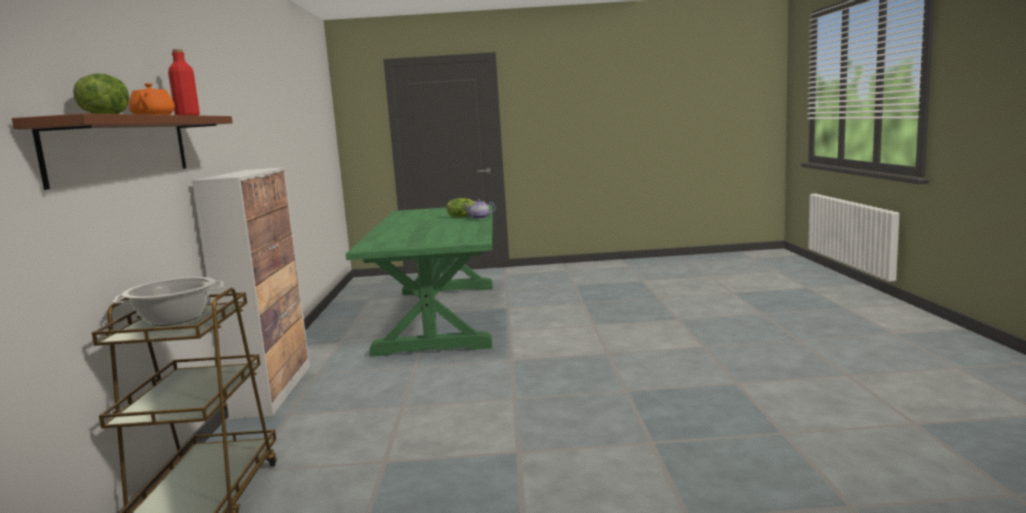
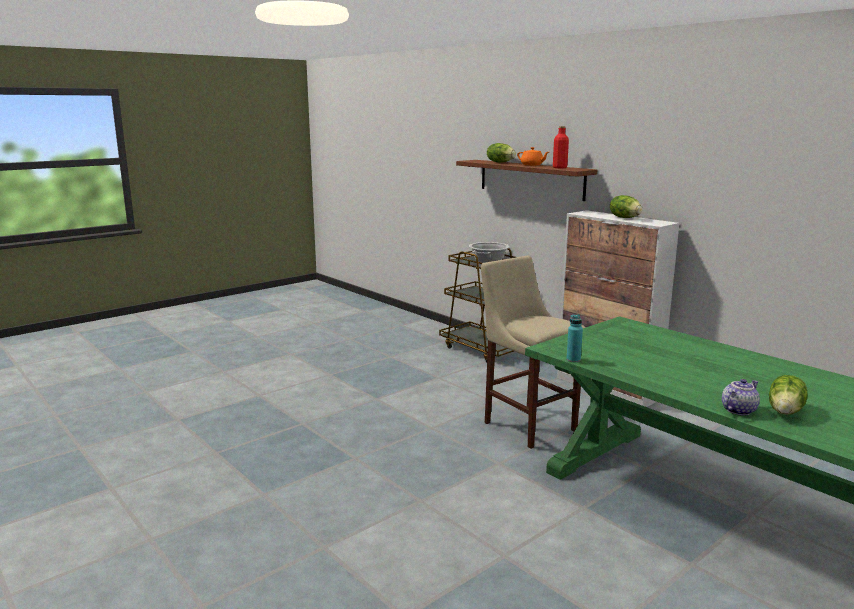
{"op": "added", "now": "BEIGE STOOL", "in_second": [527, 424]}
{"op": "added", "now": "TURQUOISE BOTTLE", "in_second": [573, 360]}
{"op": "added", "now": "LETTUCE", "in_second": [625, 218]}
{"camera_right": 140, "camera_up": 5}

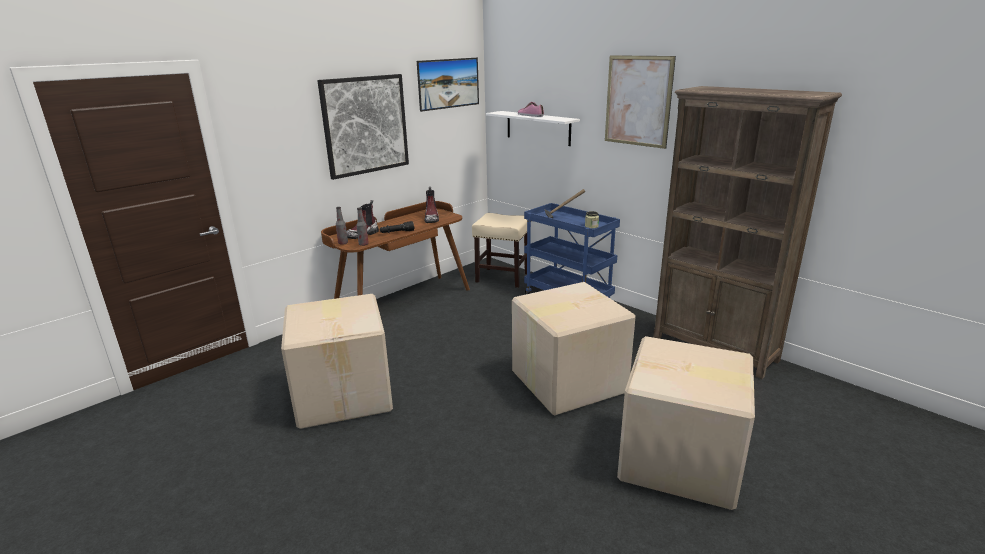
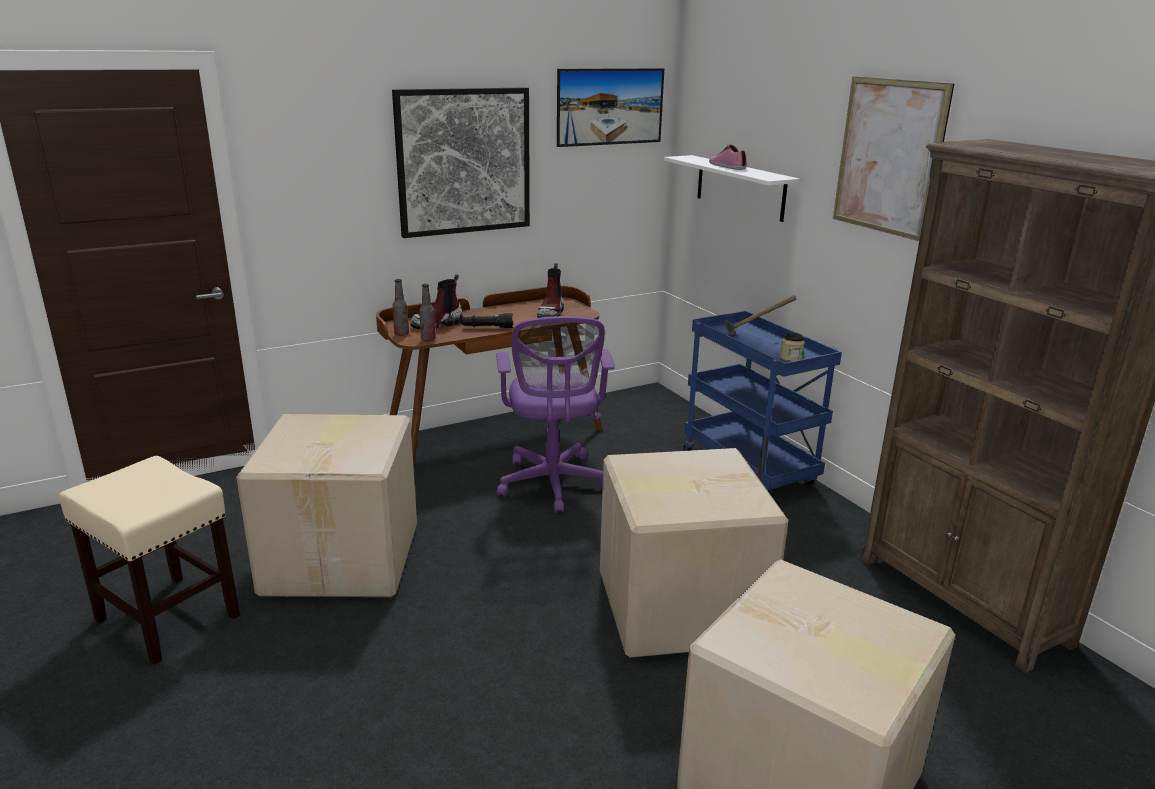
{"op": "added", "now": "PURPLE OFFICE CHAIR", "in_second": [553, 485]}
{"op": "moved", "was": "BEIGE STOOL", "in_first": [501, 277], "in_second": [166, 617]}
{"camera_right": 15, "camera_up": 0}

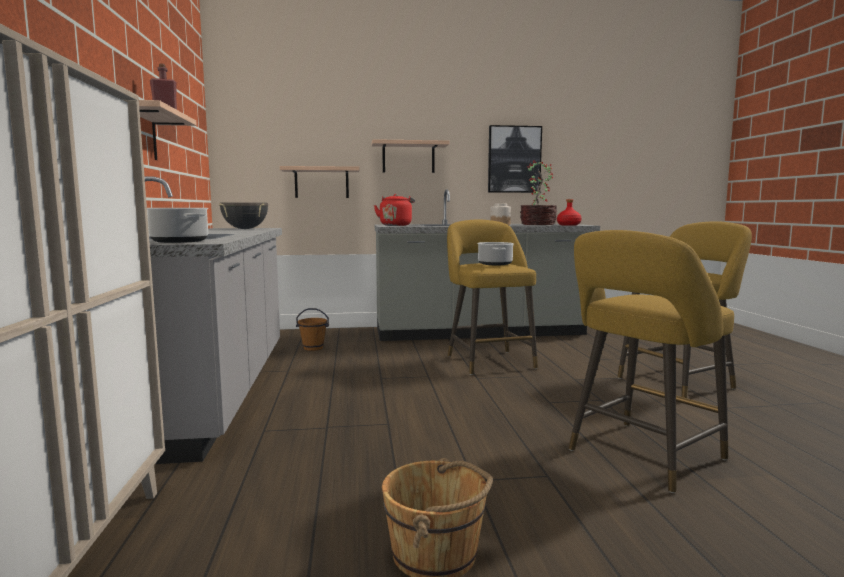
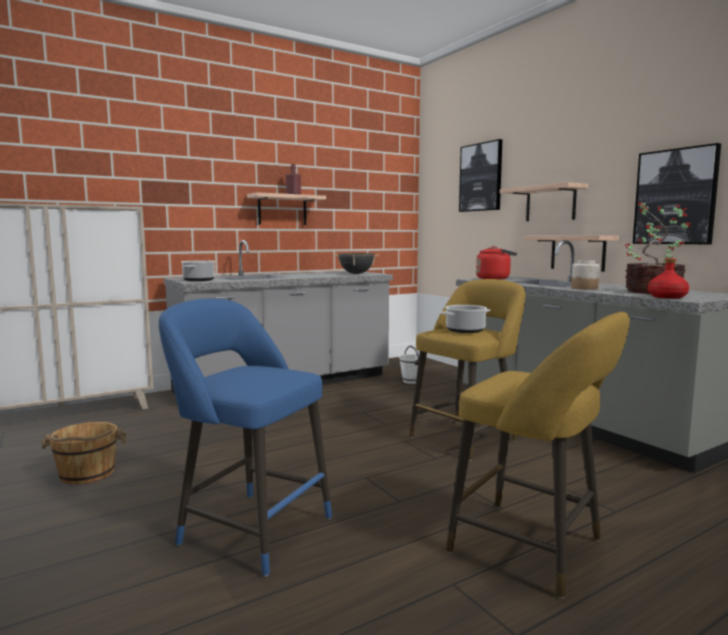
{"op": "added", "now": "PICTURE", "in_second": [481, 177]}
{"op": "moved", "was": "SHELF", "in_first": [321, 183], "in_second": [577, 253]}
{"op": "recoloured", "was": "BROWN BUCKET", "now": "WHITE BUCKET", "in_first": [313, 348], "in_second": [411, 381]}
{"op": "recoloured", "was": "YELLOW STOOL", "now": "BLUE STOOL", "in_first": [641, 457], "in_second": [249, 529]}
{"camera_right": 65, "camera_up": 0}

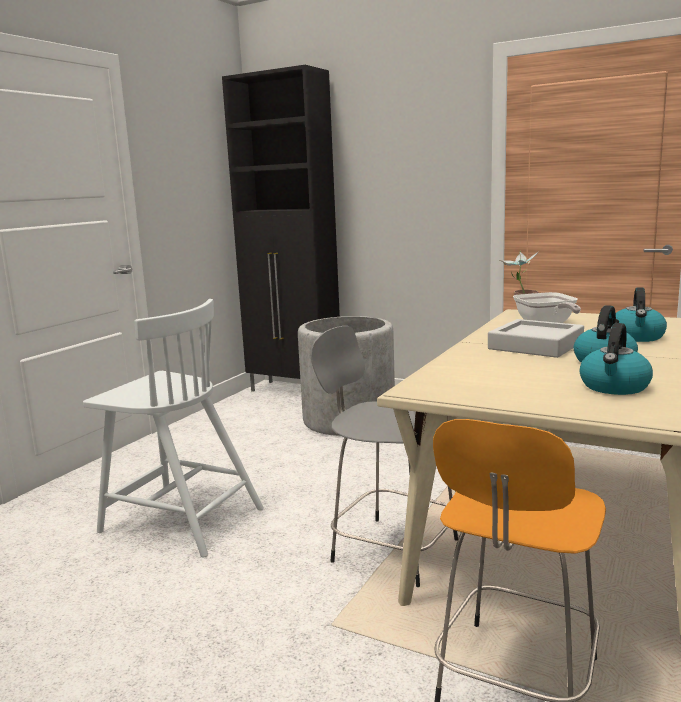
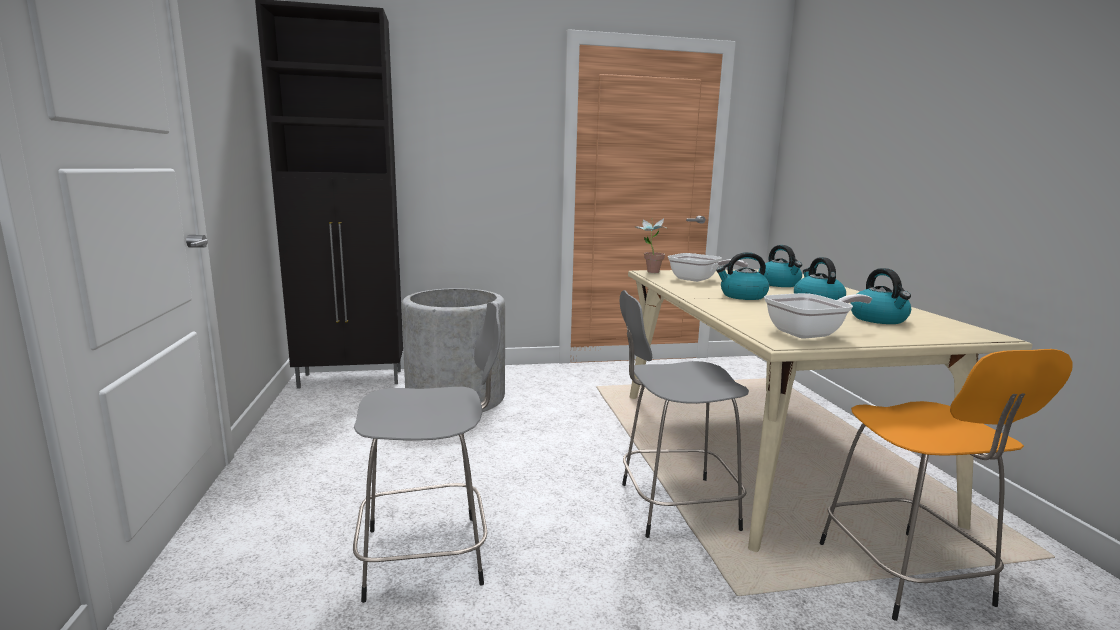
{"op": "added", "now": "FRYING PAN", "in_second": [810, 333]}
{"op": "replaced", "was": "WHITE CHAIR", "now": "GREY STOOL", "in_first": [179, 519], "in_second": [429, 555]}
{"op": "replaced", "was": "GREY TRAY", "now": "KETTLE", "in_first": [535, 345], "in_second": [742, 296]}
{"camera_right": -40, "camera_up": 0}

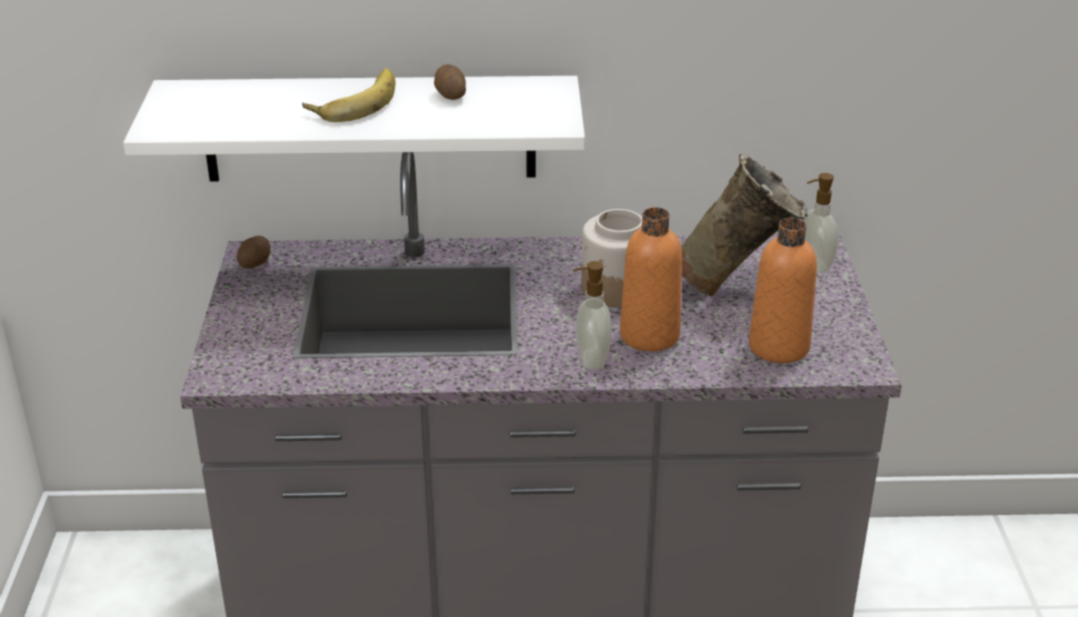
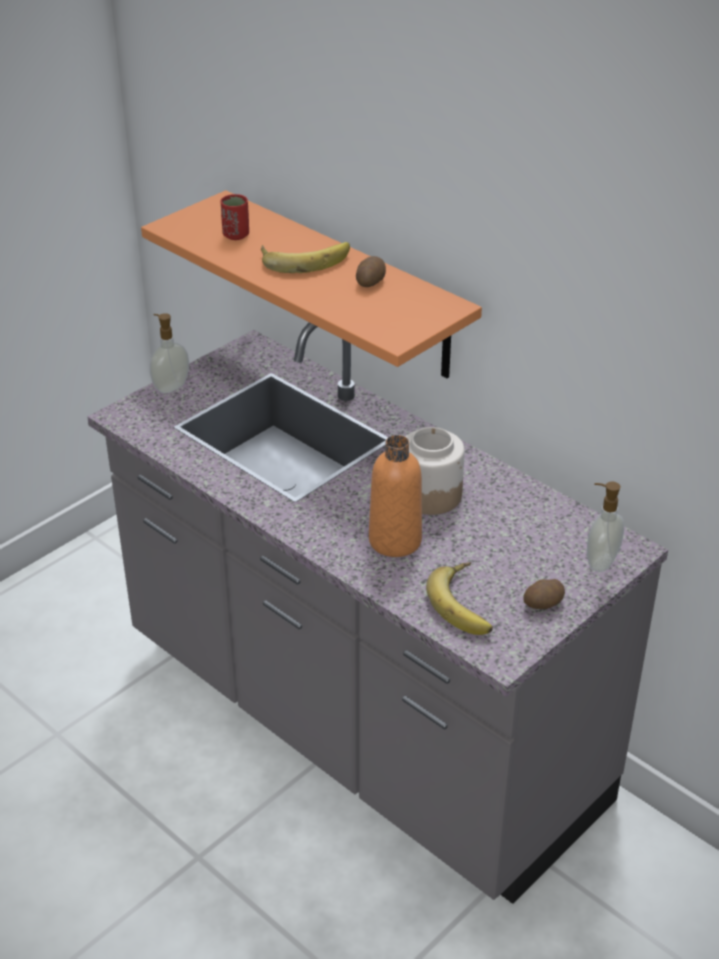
{"op": "removed", "was": "BEIGE VASE", "in_first": [736, 287]}
{"op": "added", "now": "RED CUP", "in_second": [236, 235]}
{"op": "moved", "was": "POTATO", "in_first": [255, 263], "in_second": [543, 604]}
{"op": "moved", "was": "SOAP DISPENSER", "in_first": [591, 360], "in_second": [170, 387]}
{"op": "replaced", "was": "ORANGE BOTTLE", "now": "BANANA", "in_first": [779, 347], "in_second": [467, 603]}
{"op": "recoloured", "was": "WHITE SHELF", "now": "ORANGE SHELF", "in_first": [369, 128], "in_second": [345, 285]}
{"camera_right": 45, "camera_up": 5}

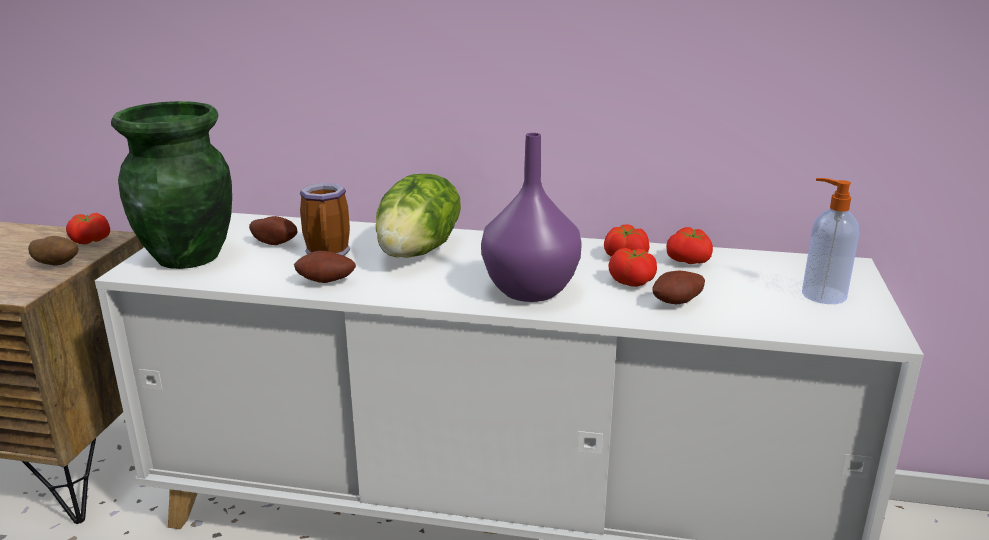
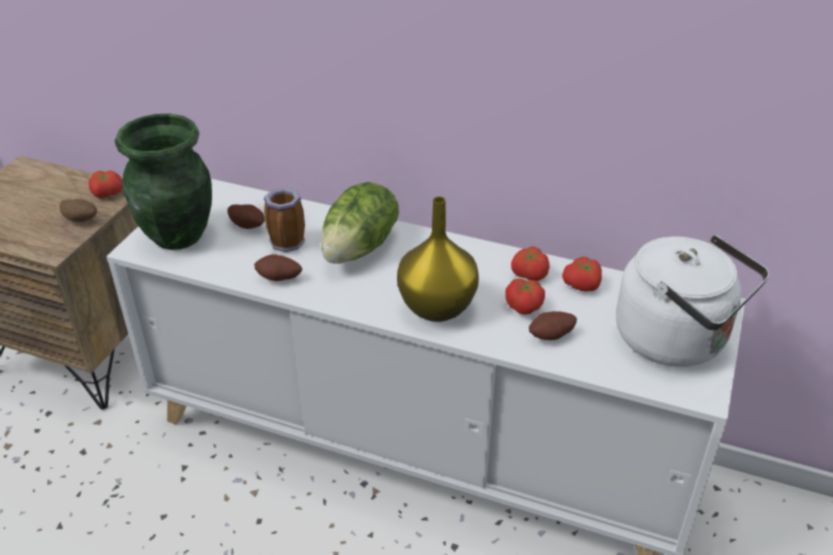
{"op": "replaced", "was": "SOAP DISPENSER", "now": "WHITE KETTLE", "in_first": [822, 295], "in_second": [677, 340]}
{"op": "recoloured", "was": "PURPLE VASE", "now": "YELLOW VASE", "in_first": [530, 291], "in_second": [436, 308]}
{"camera_right": 10, "camera_up": 15}

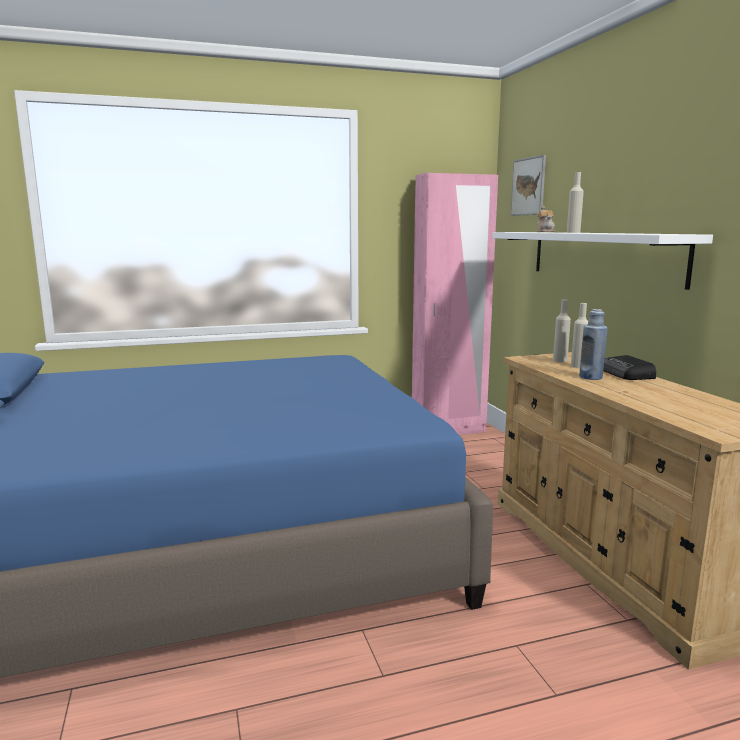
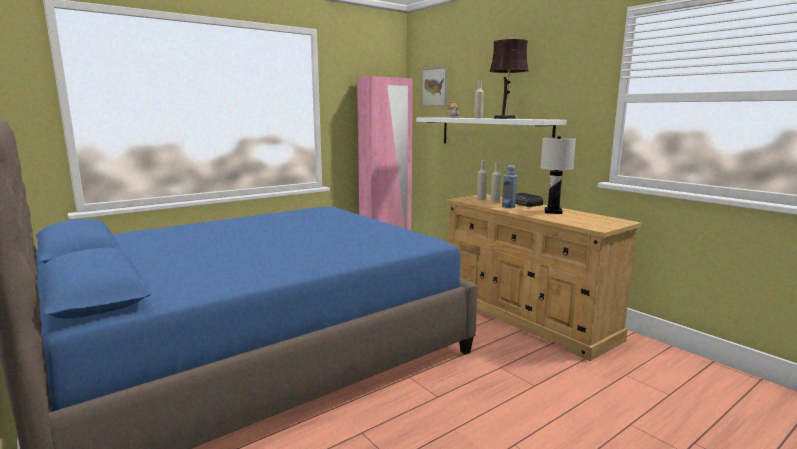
{"op": "added", "now": "BROWN TABLE LAMP", "in_second": [506, 118]}
{"op": "added", "now": "WHITE TABLE LAMP", "in_second": [553, 212]}
{"camera_right": -20, "camera_up": 0}

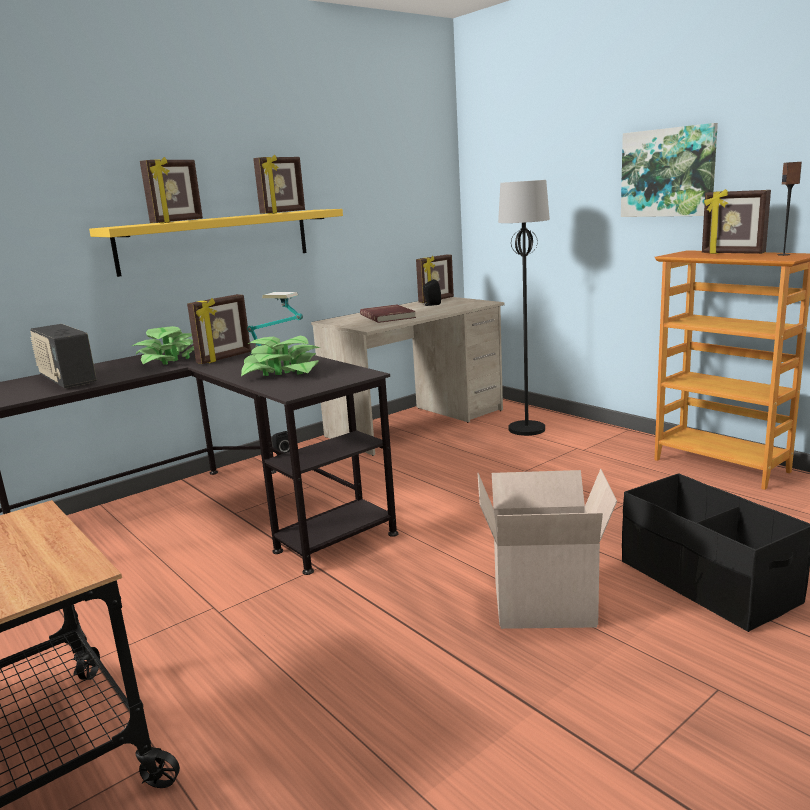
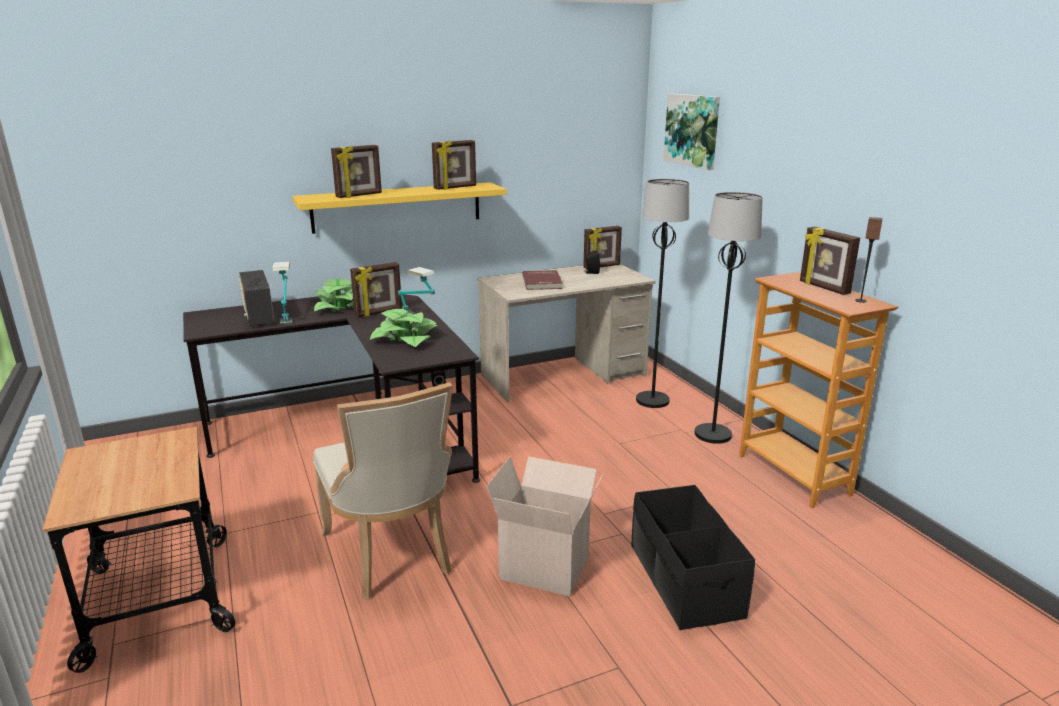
{"op": "added", "now": "TABLE LAMP", "in_second": [287, 316]}
{"op": "added", "now": "BEIGE CHAIR", "in_second": [391, 554]}
{"op": "added", "now": "BLACK FLOOR LAMP", "in_second": [713, 434]}
{"op": "moved", "was": "PICTURE", "in_first": [668, 172], "in_second": [692, 130]}
{"camera_right": 15, "camera_up": 5}

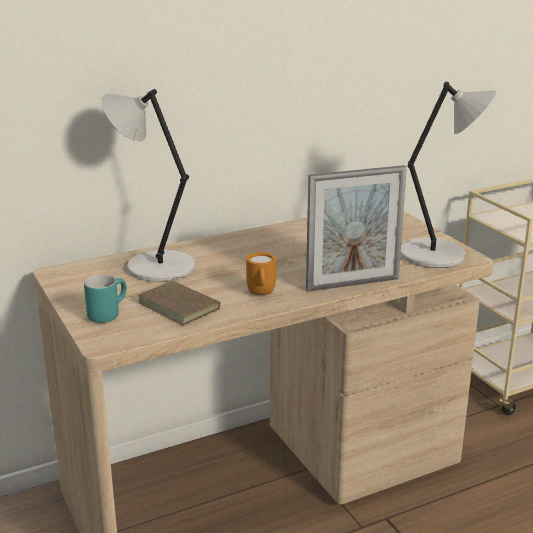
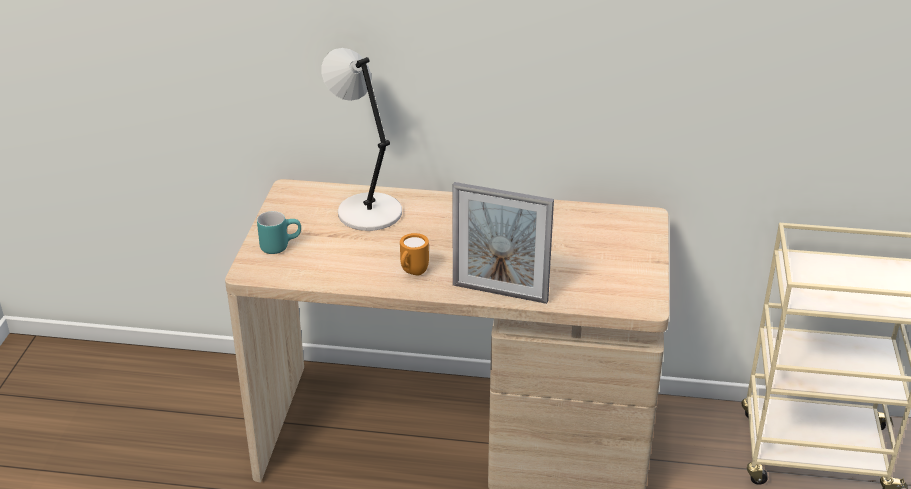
{"op": "removed", "was": "BROWN BOOK", "in_first": [181, 306]}
{"op": "removed", "was": "GREY TABLE LAMP", "in_first": [436, 255]}
{"camera_right": 35, "camera_up": 10}

